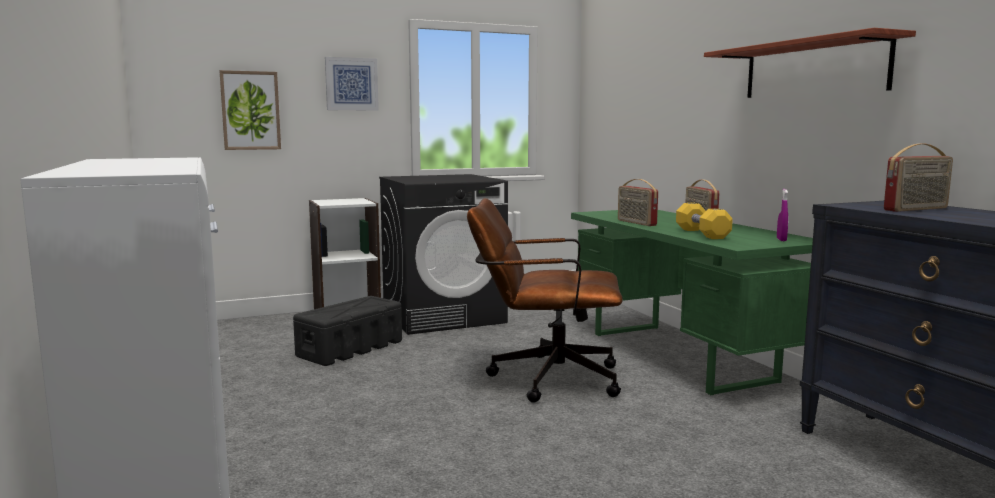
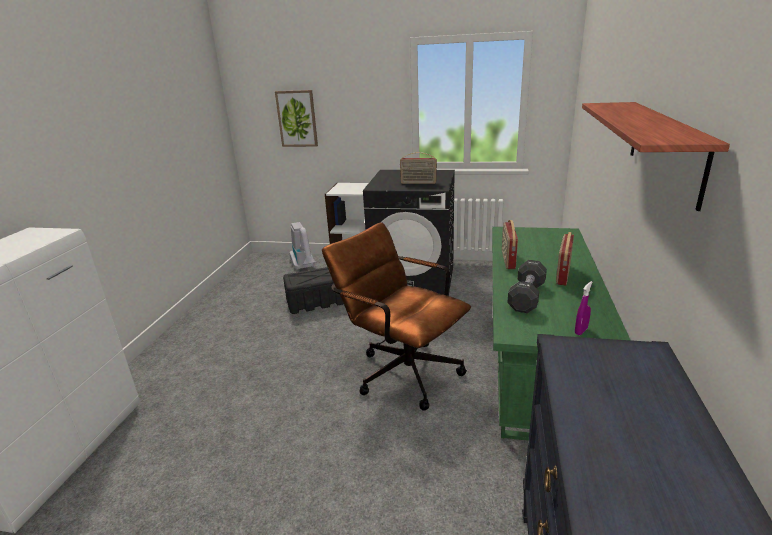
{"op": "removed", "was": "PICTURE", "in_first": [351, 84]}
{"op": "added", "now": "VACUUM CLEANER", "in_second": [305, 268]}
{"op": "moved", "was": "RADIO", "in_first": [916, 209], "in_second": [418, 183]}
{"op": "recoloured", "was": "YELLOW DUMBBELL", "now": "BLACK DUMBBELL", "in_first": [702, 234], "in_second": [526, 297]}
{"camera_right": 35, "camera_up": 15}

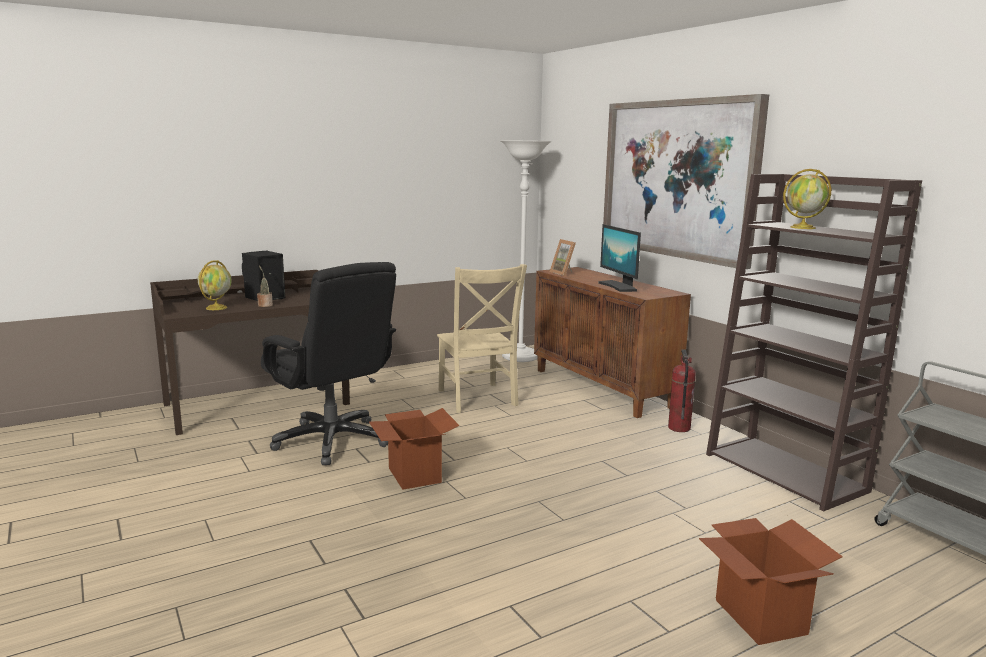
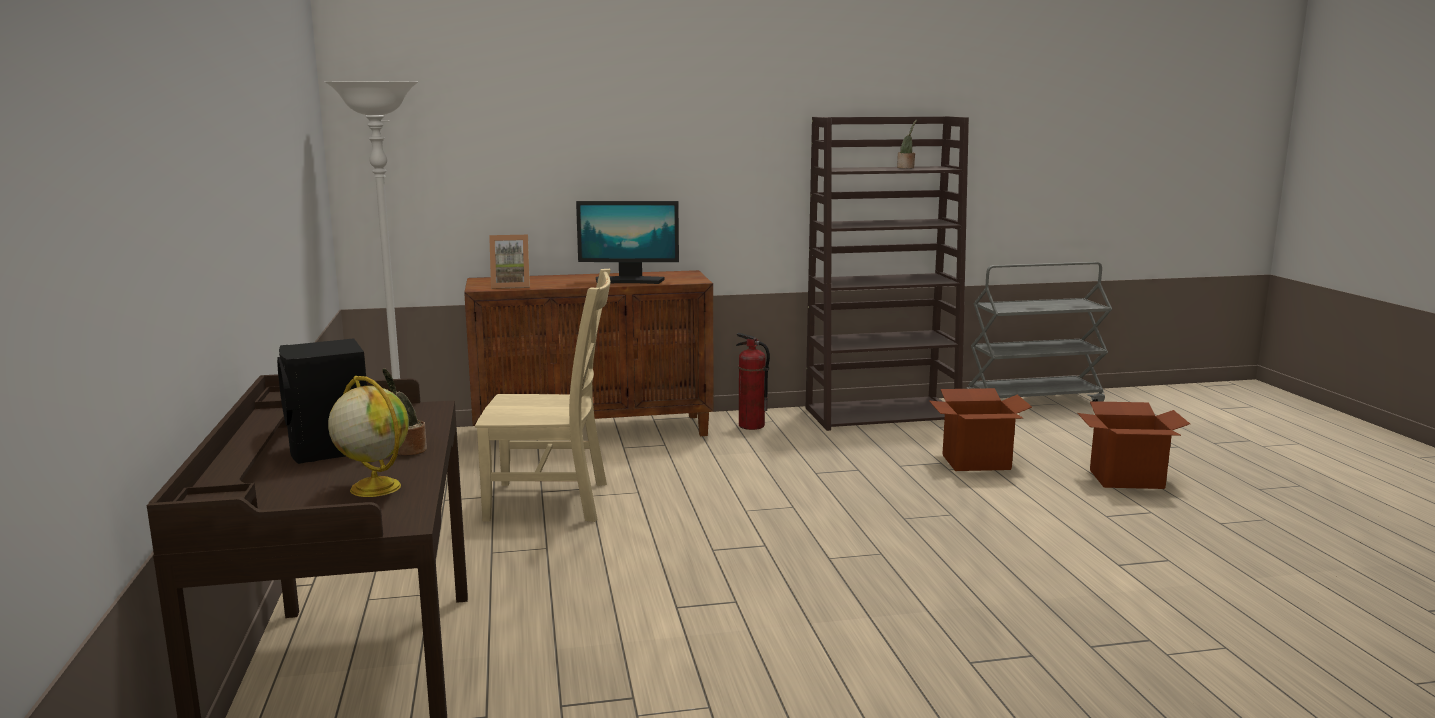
{"op": "removed", "was": "BLACK OFFICE CHAIR", "in_first": [332, 441]}
{"op": "removed", "was": "PICTURE", "in_first": [677, 179]}
{"op": "removed", "was": "GLOBE", "in_first": [803, 227]}
{"op": "added", "now": "POTTED PLANT", "in_second": [906, 168]}
{"op": "moved", "was": "CARDBOARD BOX", "in_first": [414, 475], "in_second": [975, 462]}
{"camera_right": -70, "camera_up": 0}

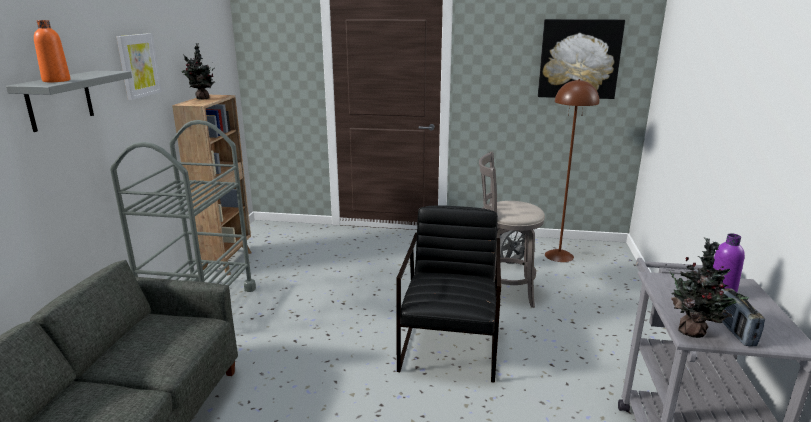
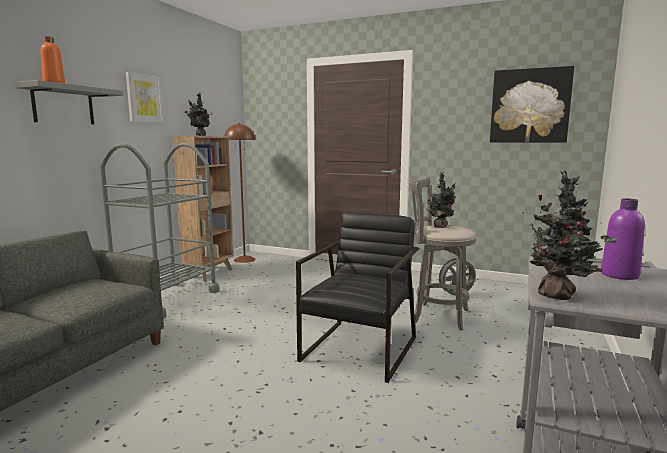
{"op": "removed", "was": "RADIO", "in_first": [734, 331]}
{"op": "added", "now": "POTTED PLANT", "in_second": [440, 227]}
{"op": "moved", "was": "BROWN FLOOR LAMP", "in_first": [559, 255], "in_second": [244, 259]}
{"camera_right": 15, "camera_up": -10}

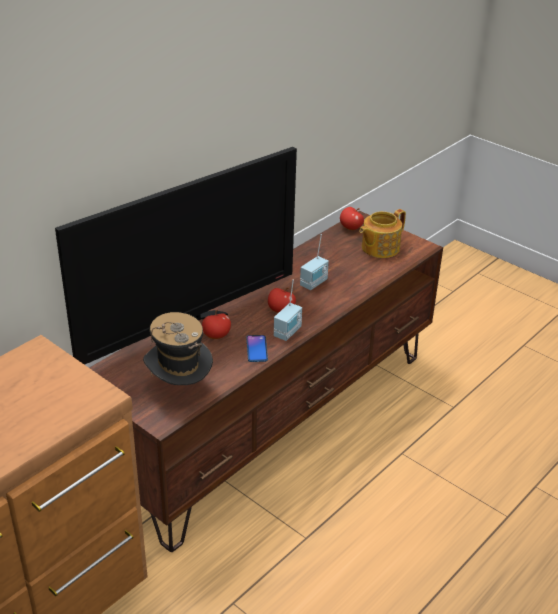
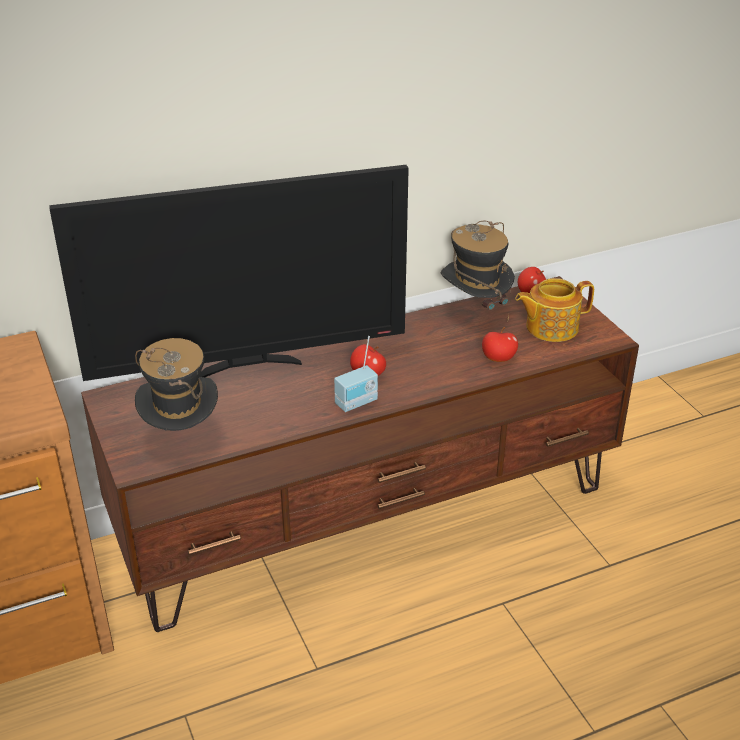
{"op": "removed", "was": "PHONE", "in_first": [257, 349]}
{"op": "removed", "was": "RADIO", "in_first": [314, 283]}
{"op": "added", "now": "HAT", "in_second": [475, 310]}
{"op": "moved", "was": "APPLE", "in_first": [216, 336], "in_second": [498, 359]}
{"camera_right": 25, "camera_up": 0}

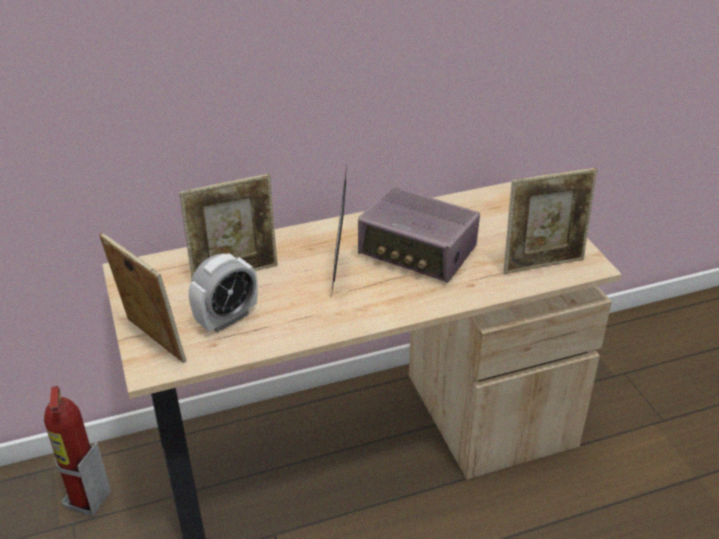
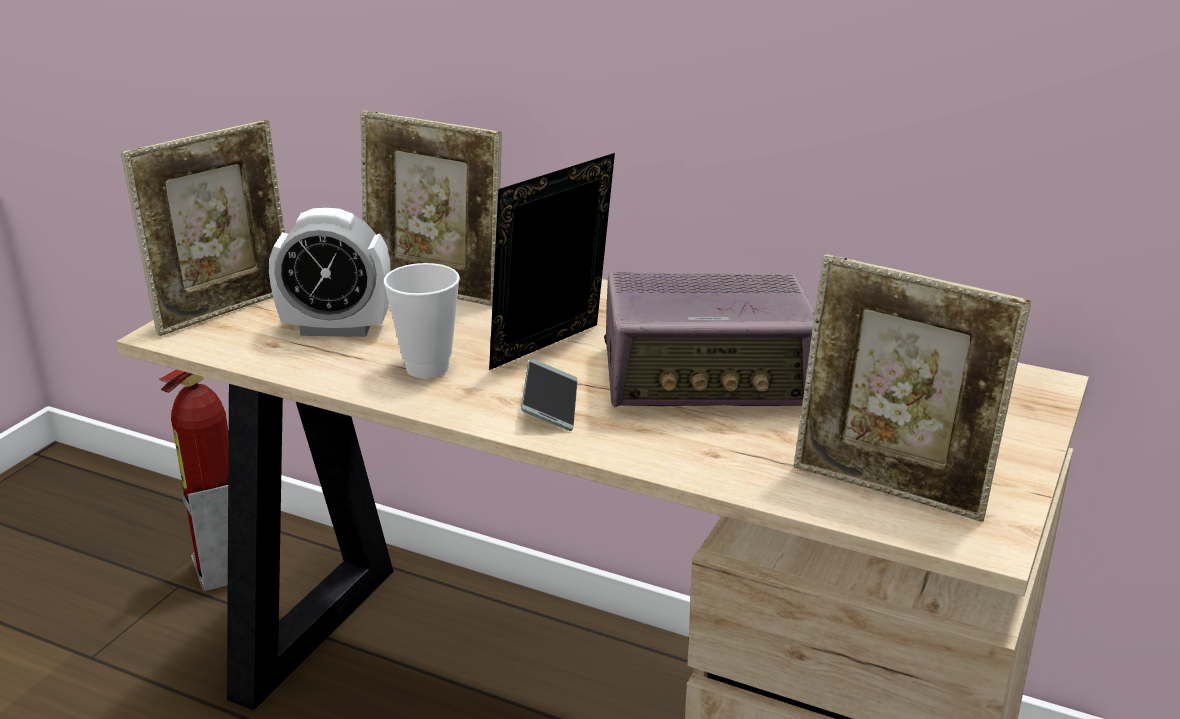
{"op": "added", "now": "CUP", "in_second": [427, 367]}
{"op": "added", "now": "PHONE", "in_second": [550, 404]}
{"op": "turned", "was": "PICTURE FRAME", "in_first": [152, 341], "in_second": [225, 310], "clockwise": 45}
{"op": "turned", "was": "RADIO", "in_first": [418, 252], "in_second": [707, 379], "clockwise": -75}
{"camera_right": 45, "camera_up": -10}

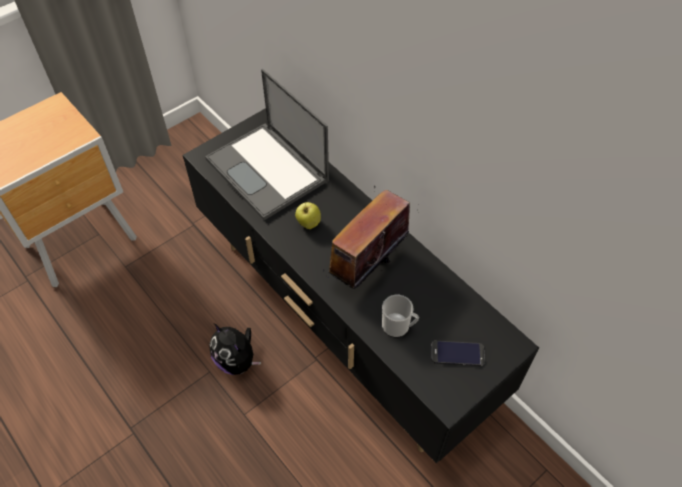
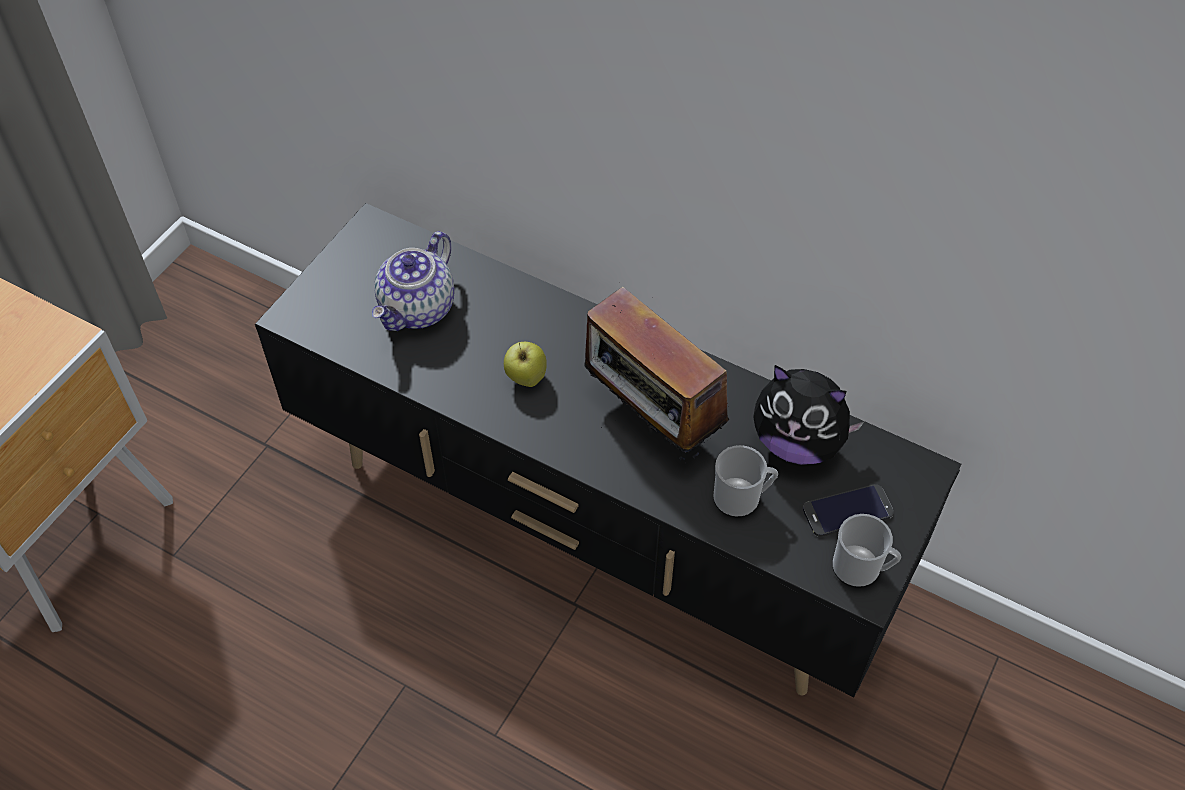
{"op": "added", "now": "MUG", "in_second": [861, 569]}
{"op": "moved", "was": "PLUSH TOY", "in_first": [237, 360], "in_second": [798, 443]}
{"op": "replaced", "was": "LAPTOP", "now": "TEAPOT", "in_first": [268, 170], "in_second": [418, 309]}
{"op": "turned", "was": "RADIO", "in_first": [366, 267], "in_second": [651, 421], "clockwise": -60}
{"camera_right": -20, "camera_up": 0}

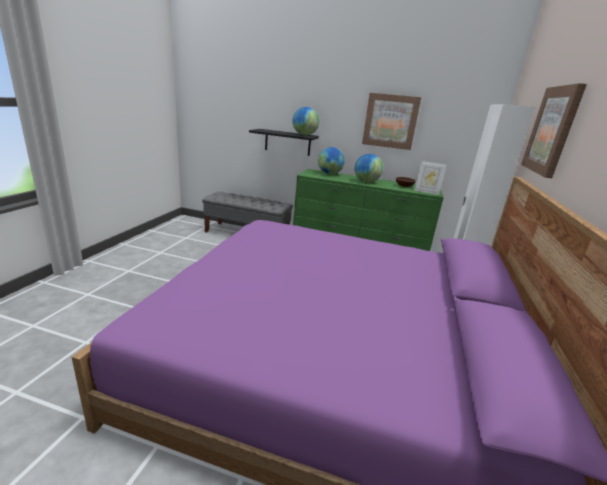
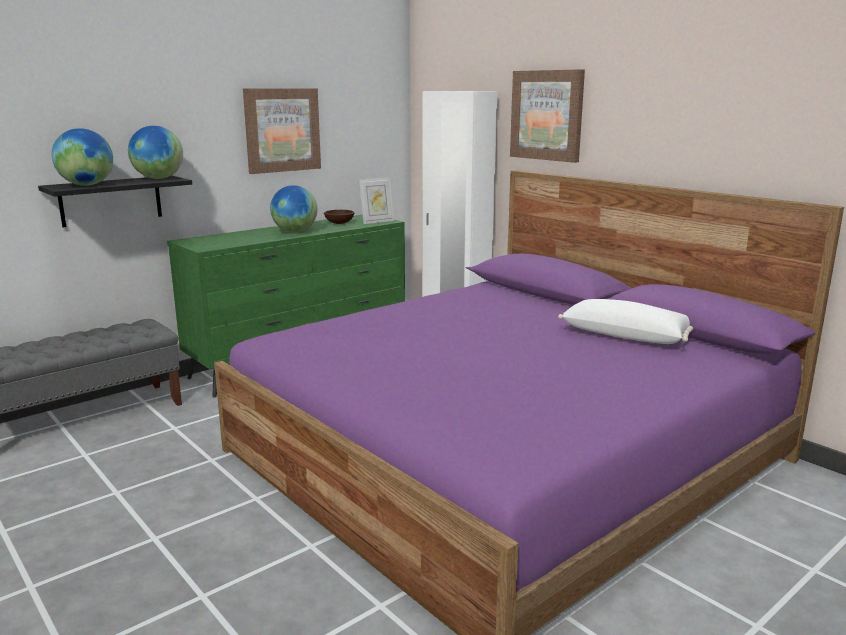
{"op": "added", "now": "WHITE PILLOW", "in_second": [627, 336]}
{"op": "moved", "was": "GLOBE", "in_first": [329, 174], "in_second": [86, 185]}
{"camera_right": -55, "camera_up": -5}

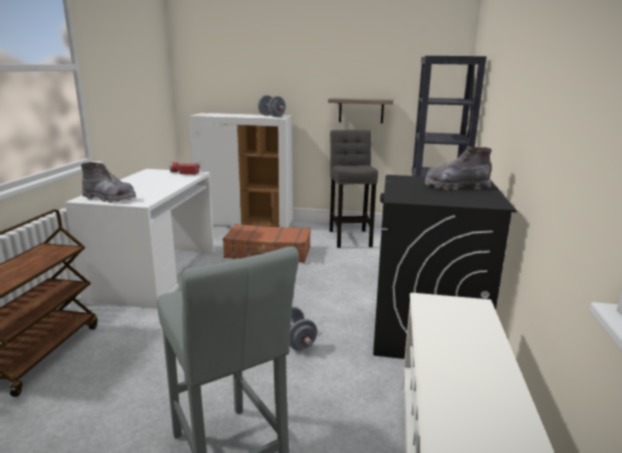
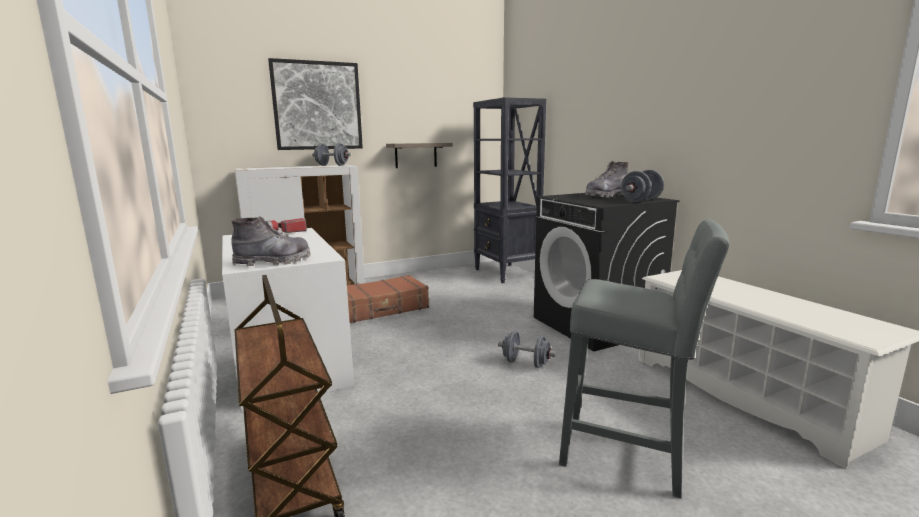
{"op": "removed", "was": "GREY STOOL", "in_first": [350, 237]}
{"op": "added", "now": "PICTURE", "in_second": [317, 106]}
{"op": "added", "now": "GREY DUMBBELL", "in_second": [641, 200]}
{"camera_right": -35, "camera_up": -5}

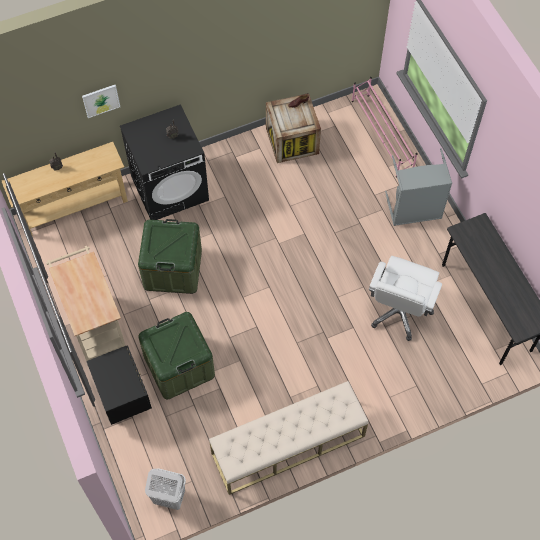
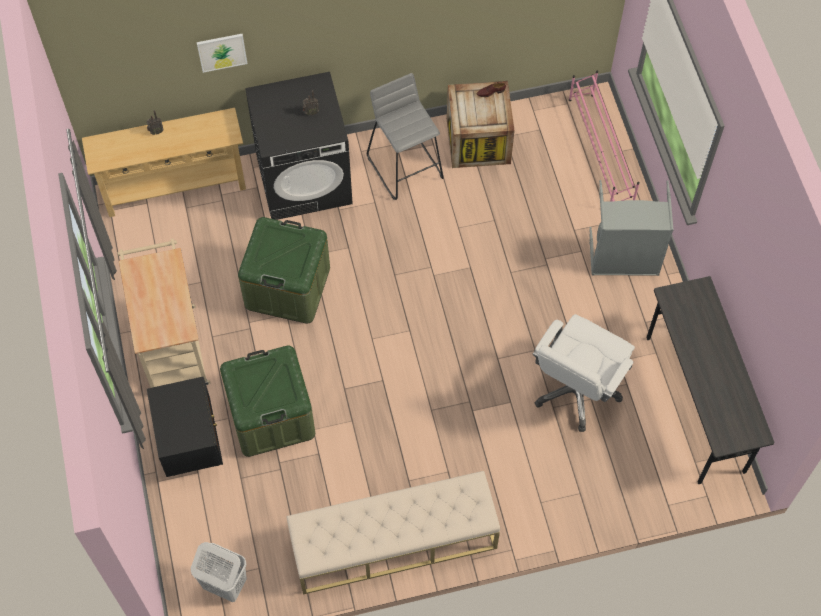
{"op": "added", "now": "GREY STOOL", "in_second": [405, 166]}
{"camera_right": 10, "camera_up": 0}

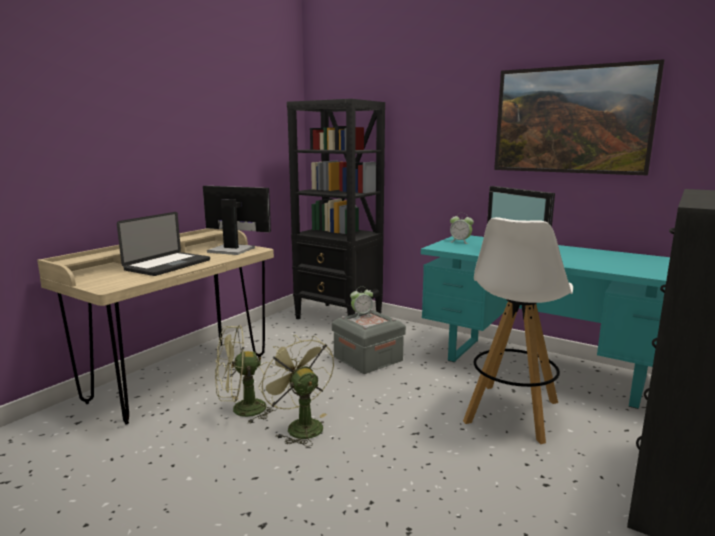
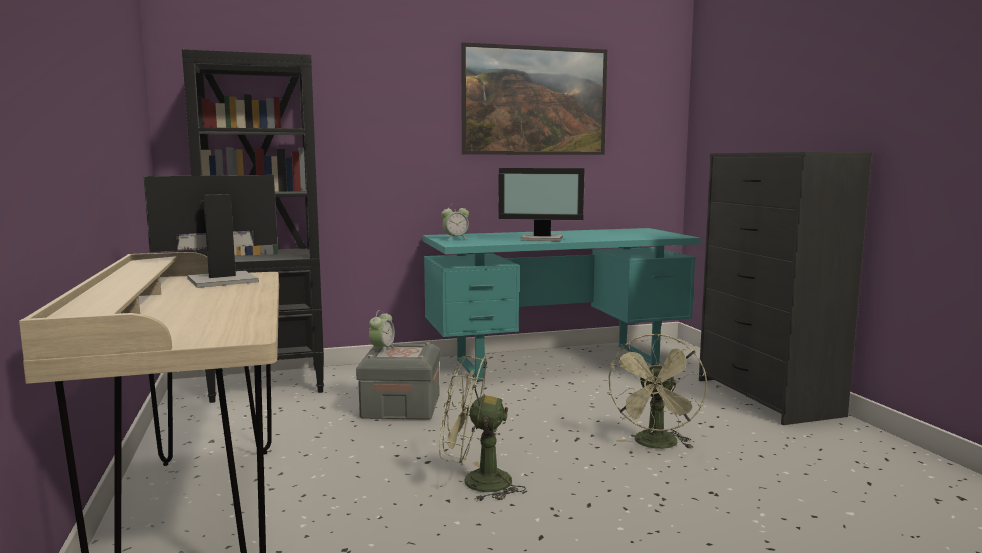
{"op": "removed", "was": "LAPTOP", "in_first": [168, 265]}
{"op": "removed", "was": "WHITE STOOL", "in_first": [511, 412]}
{"op": "moved", "was": "GREEN FAN", "in_first": [241, 411], "in_second": [656, 445]}
{"camera_right": -50, "camera_up": -5}

